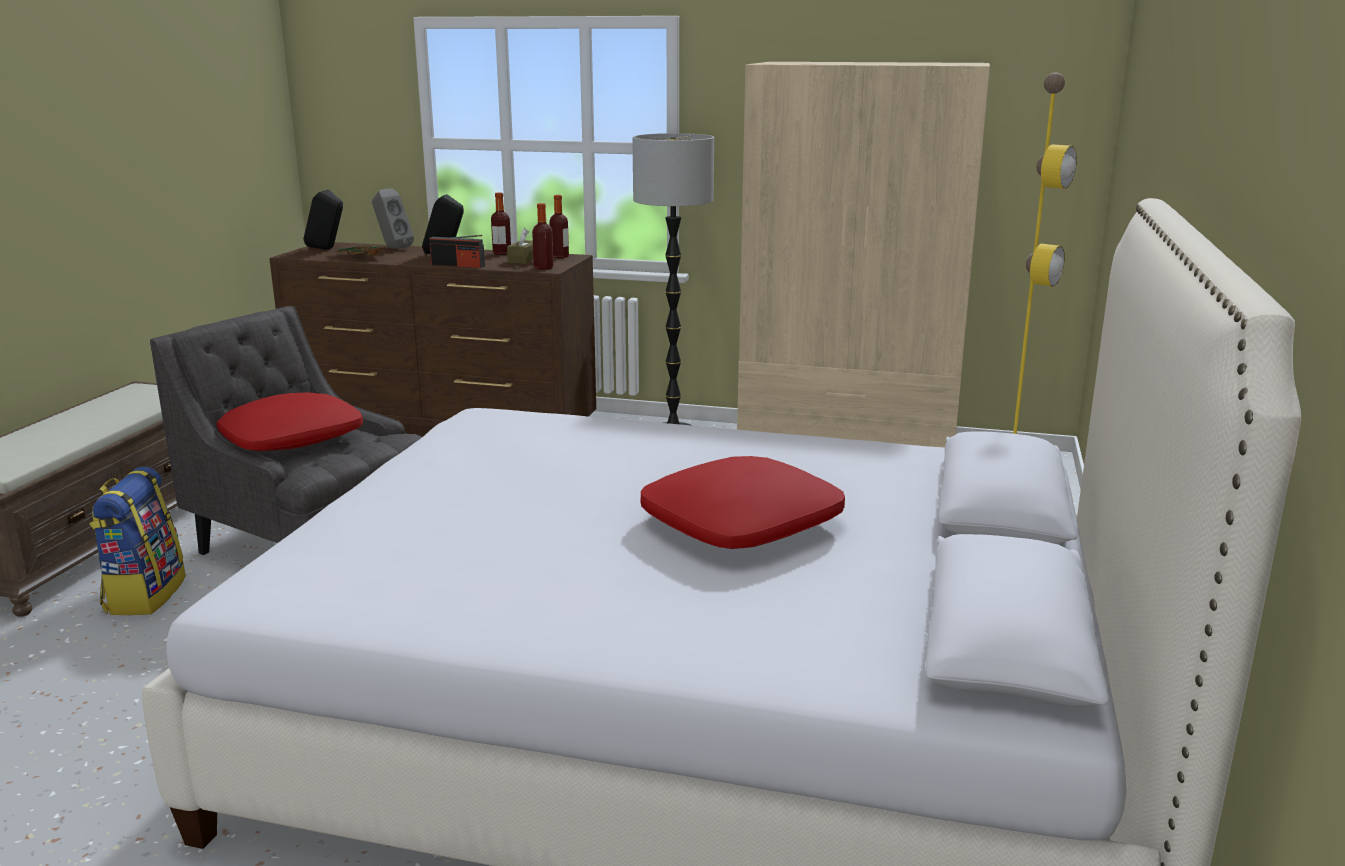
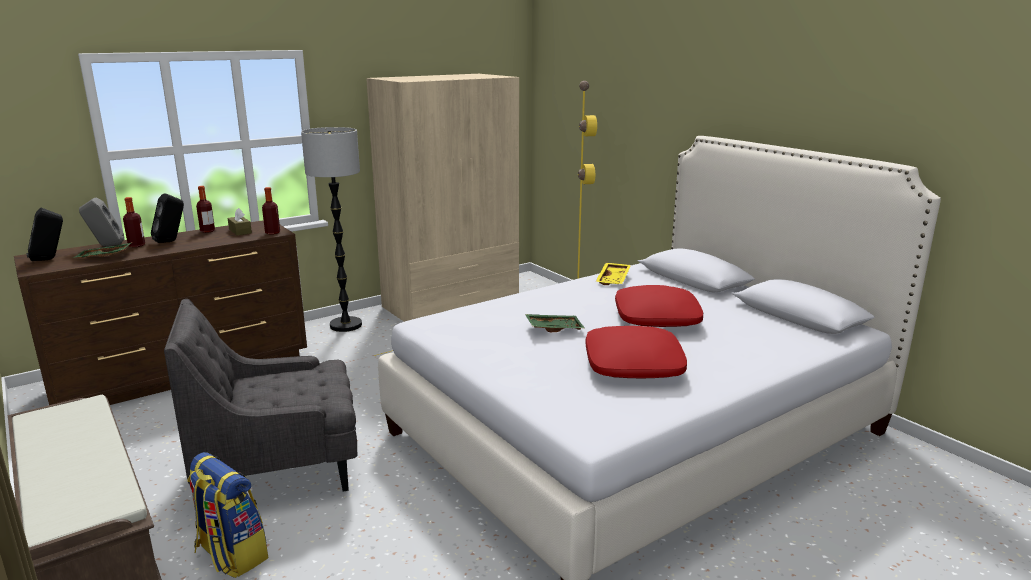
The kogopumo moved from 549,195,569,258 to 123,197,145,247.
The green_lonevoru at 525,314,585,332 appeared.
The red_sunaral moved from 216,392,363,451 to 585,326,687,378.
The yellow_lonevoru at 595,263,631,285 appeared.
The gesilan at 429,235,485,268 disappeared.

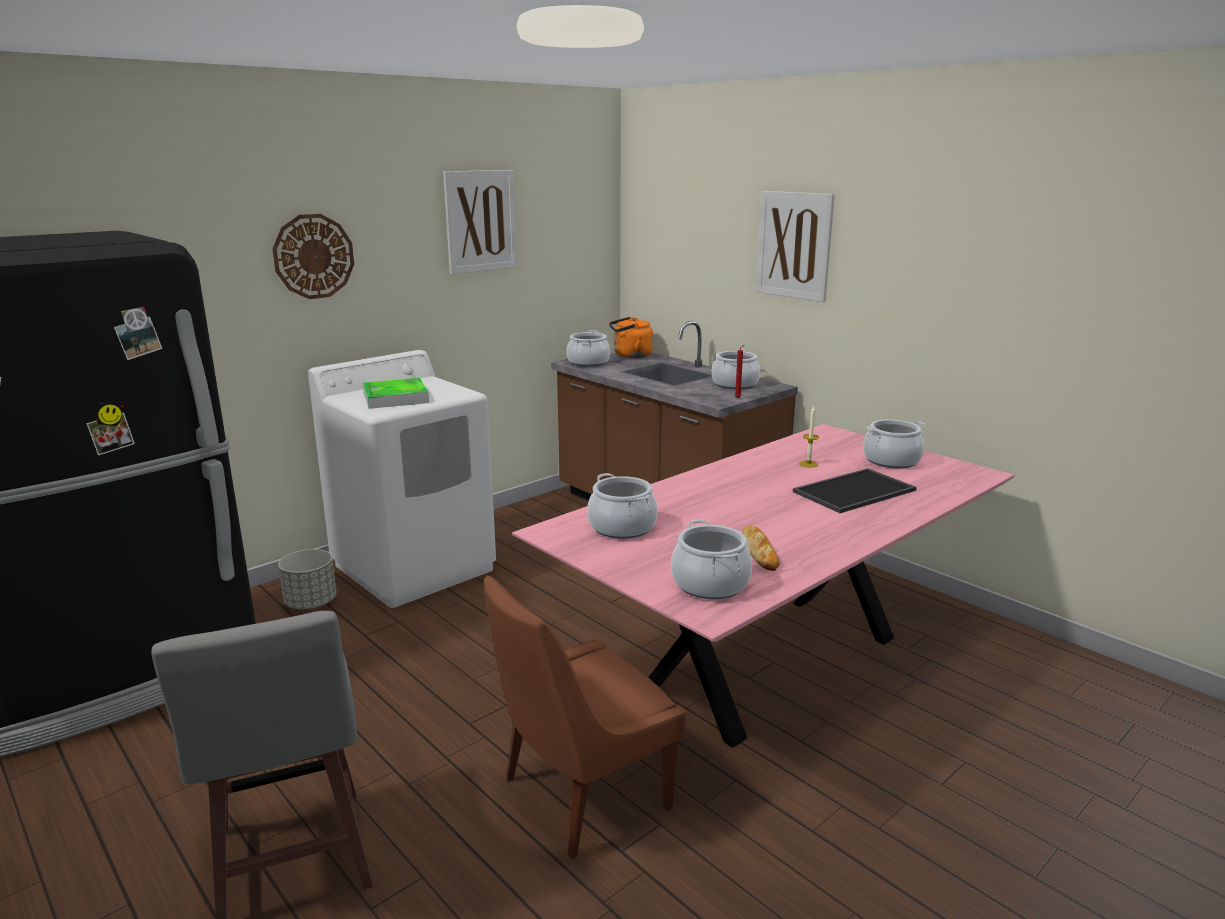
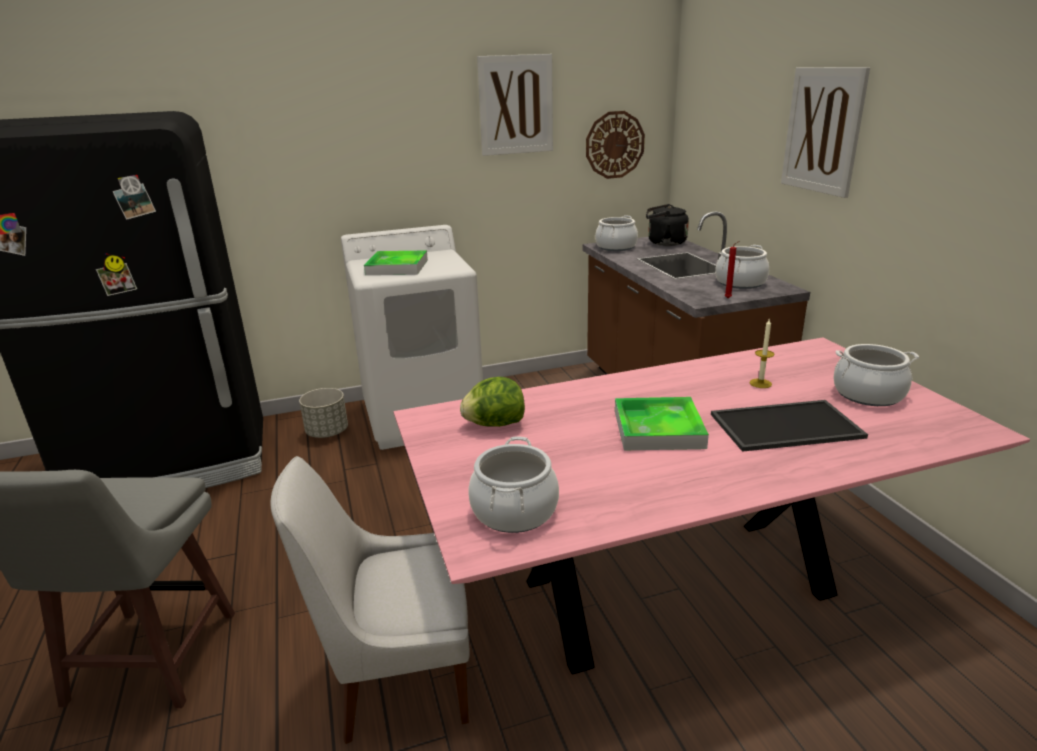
The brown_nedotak at 484,575,686,859 became the white_nedotak at 270,456,470,744.
The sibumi at 587,473,658,539 was replaced by the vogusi at 460,377,525,427.
The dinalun moved from 272,214,354,299 to 586,111,645,179.
The lonevoru at 615,397,709,451 appeared.
The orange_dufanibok at 609,317,653,358 became the black_dufanibok at 646,204,689,246.
The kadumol at 742,526,780,571 disappeared.

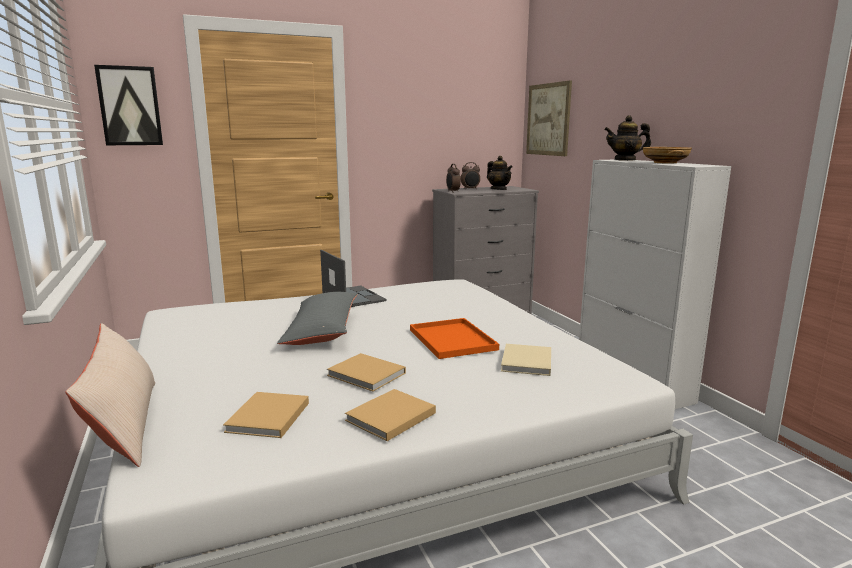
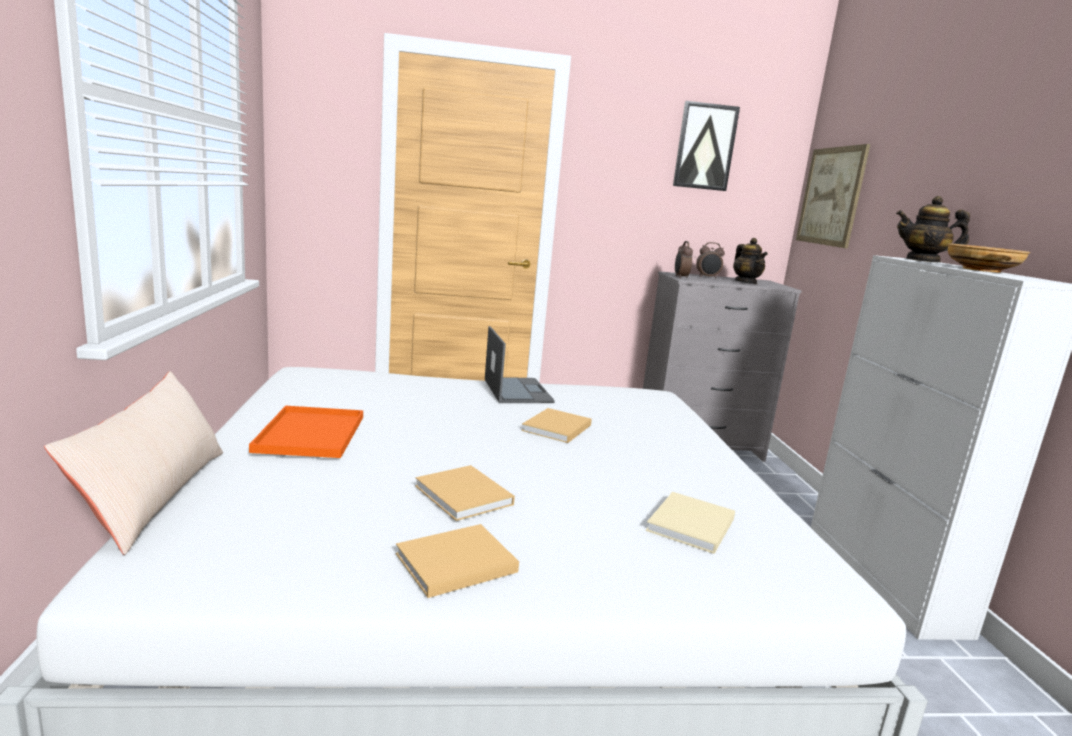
The orange_lonevoru moved from 410,318,499,359 to 249,406,363,458.
The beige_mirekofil moved from 223,392,309,438 to 521,408,592,443.
The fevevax moved from 94,65,163,145 to 673,101,740,191.
The grey_sunaral at 277,292,358,345 disappeared.

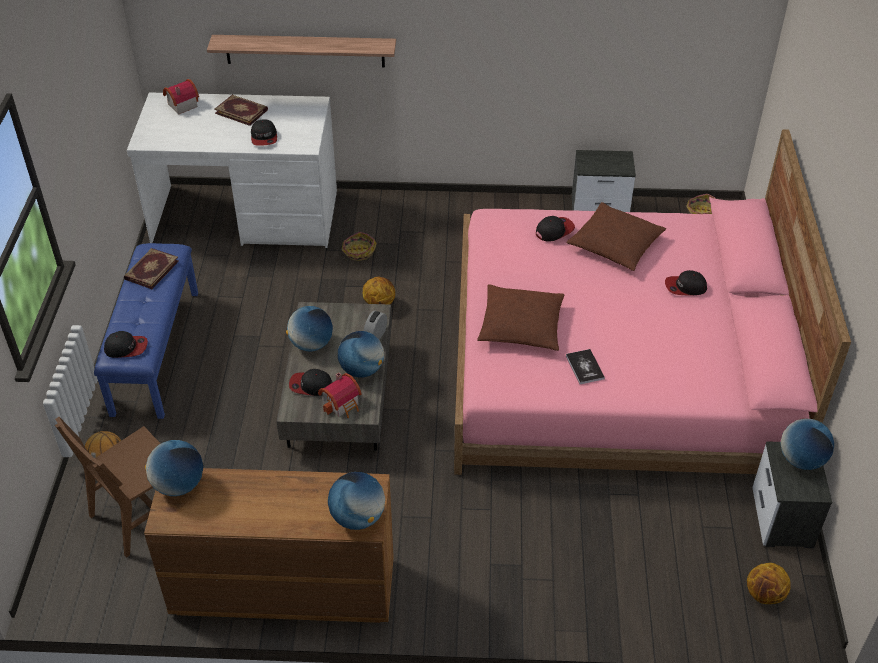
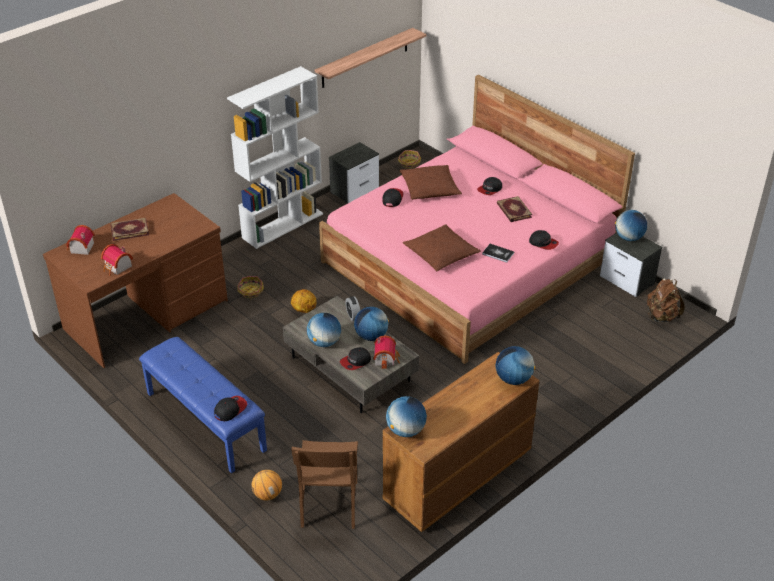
The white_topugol at 127,92,337,248 became the brown_topugol at 43,193,228,368.
The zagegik at 101,244,133,276 appeared.
The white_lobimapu at 227,66,323,249 appeared.
The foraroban moved from 207,35,396,67 to 315,28,427,88.
The mirekofil moved from 124,248,179,289 to 497,196,532,222.
The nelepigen moved from 251,119,277,146 to 529,230,559,250.
The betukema at 747,563,791,604 was replaced by the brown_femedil at 647,279,685,322.

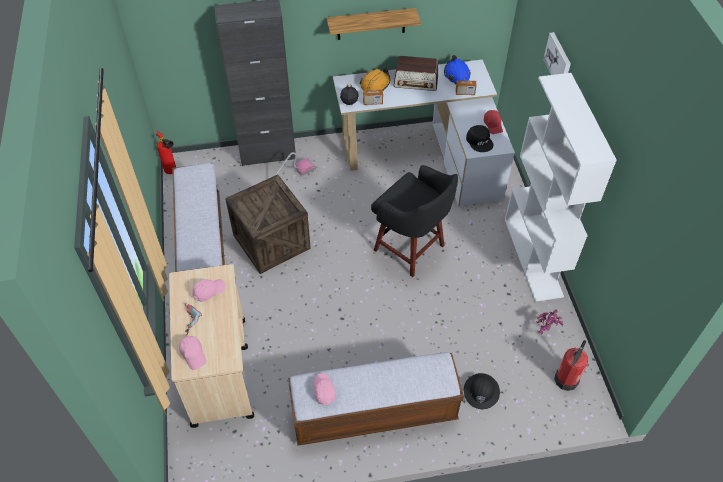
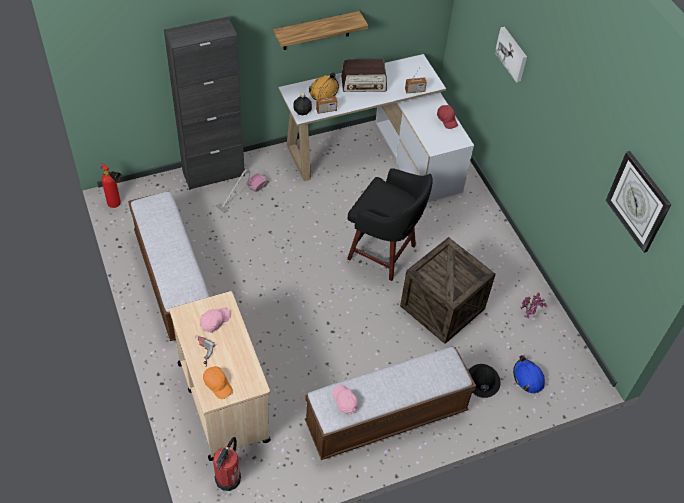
The pink_nelepigen at 179,336,206,370 became the orange_nelepigen at 203,366,233,399.
The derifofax moved from 554,340,588,391 to 213,437,241,491.
The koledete moved from 225,175,311,274 to 400,237,496,344.
The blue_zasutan moved from 444,55,471,84 to 513,355,545,393.
The dinalun at 606,151,672,253 appeared.
The black_nelepigen at 466,125,493,152 disappeared.
The white_lobimapu at 505,73,617,302 disappeared.

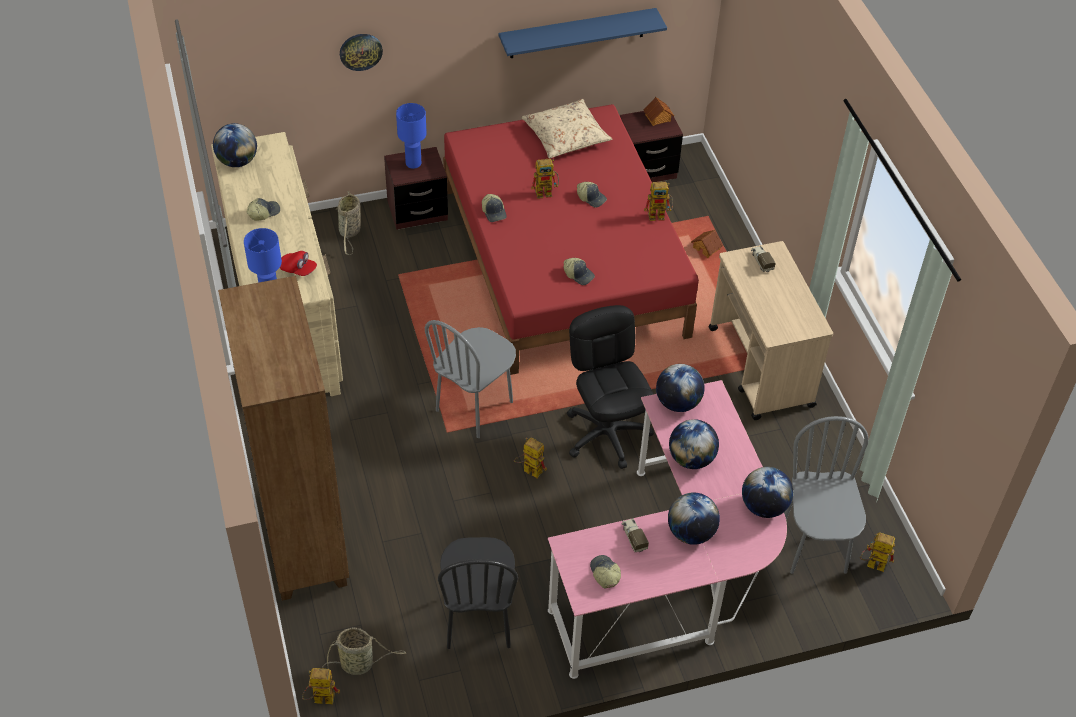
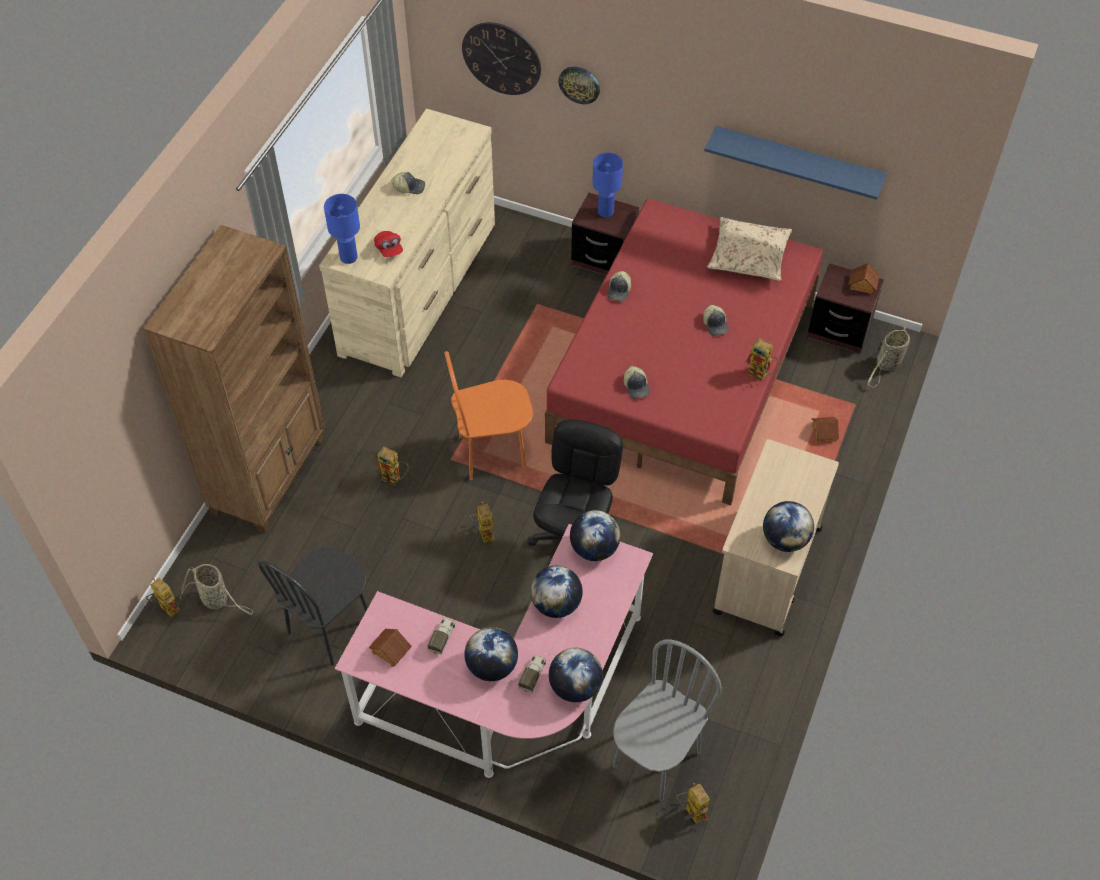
The nelepigen at 590,555,621,588 was replaced by the zagegik at 369,629,412,667.
The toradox moved from 531,159,559,199 to 376,447,409,486.
The grey_nedotak at 425,320,516,438 became the orange_nedotak at 445,351,533,480.
The dinalun at 462,22,541,95 appeared.
The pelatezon moved from 751,246,776,272 to 518,654,546,693.
The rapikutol moved from 213,123,257,167 to 763,501,814,552.
The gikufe moved from 335,191,361,255 to 867,326,910,387.

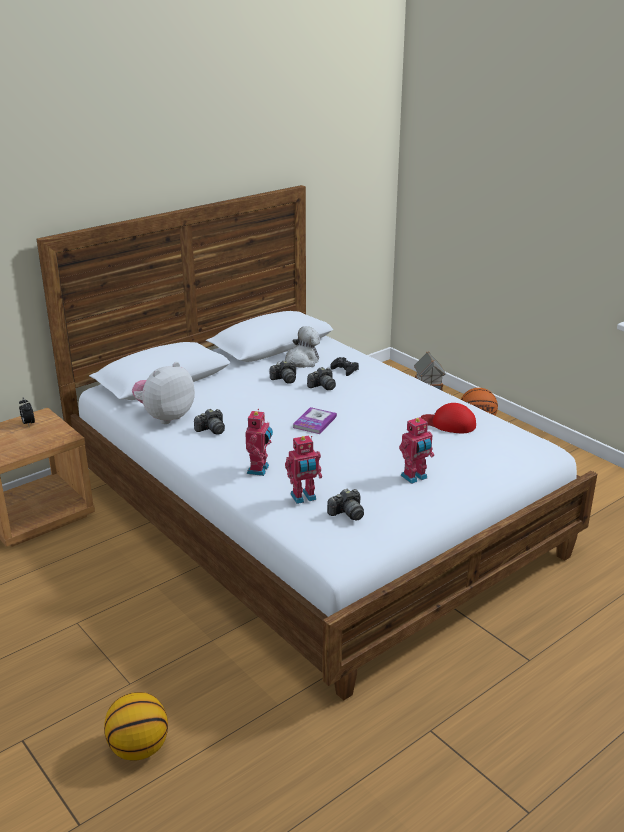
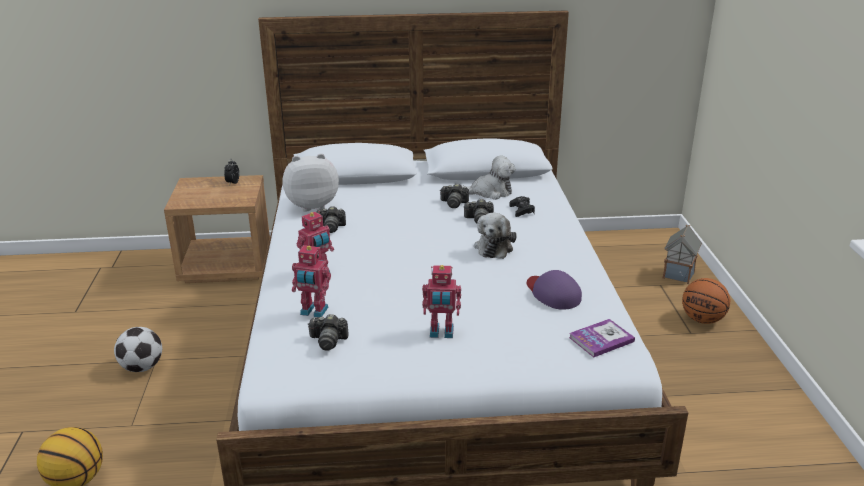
The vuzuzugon at 114,327,162,372 appeared.
The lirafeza at 474,213,517,259 appeared.
The red_nelepigen at 421,403,476,433 became the purple_nelepigen at 527,270,582,310.
The mirekofil moved from 293,407,337,434 to 569,319,635,357.

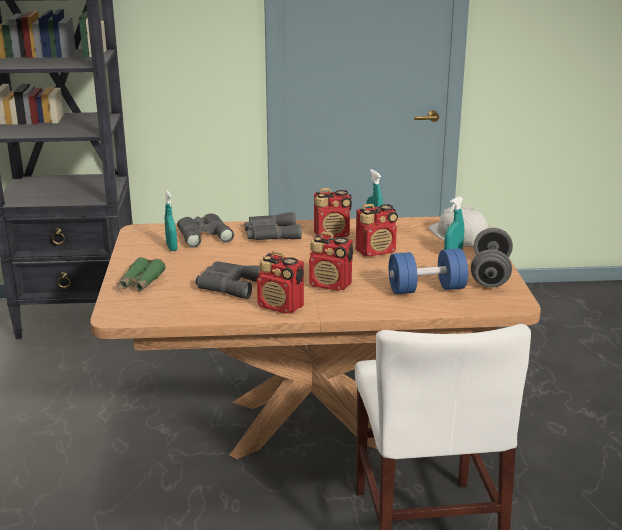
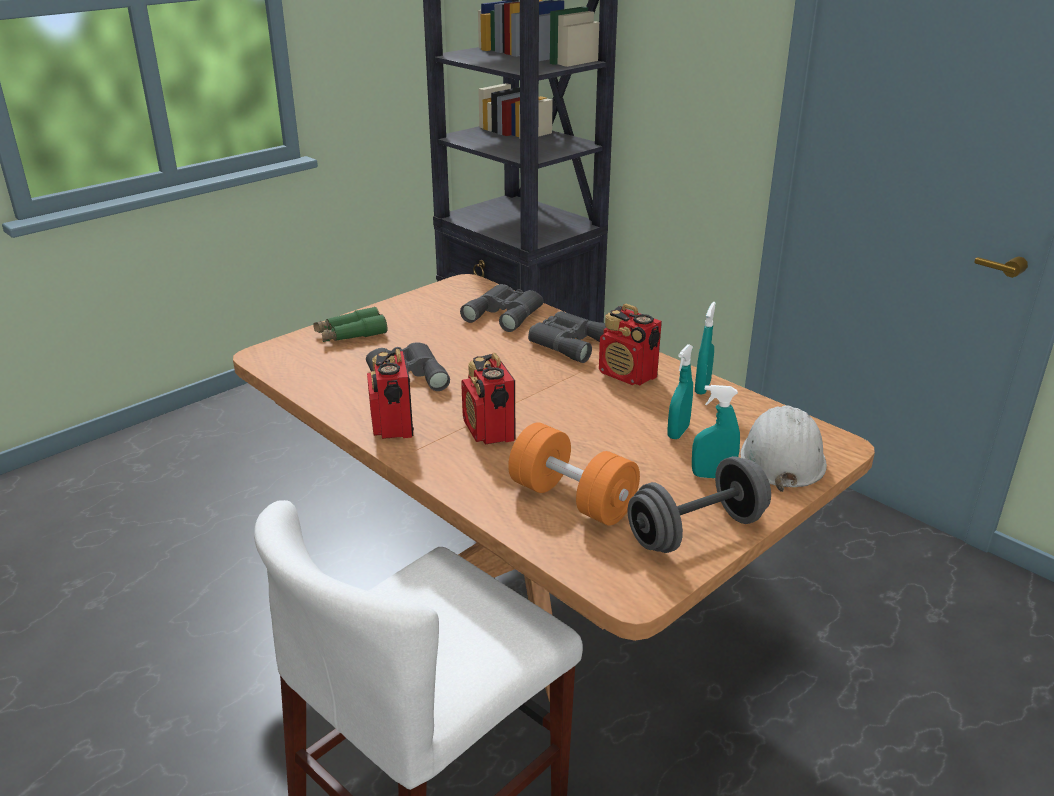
The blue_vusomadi at 389,248,468,294 became the orange_vusomadi at 508,422,640,526.
The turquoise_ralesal moved from 165,191,177,251 to 667,344,693,439.
The gesilan at 356,204,398,257 disappeared.

